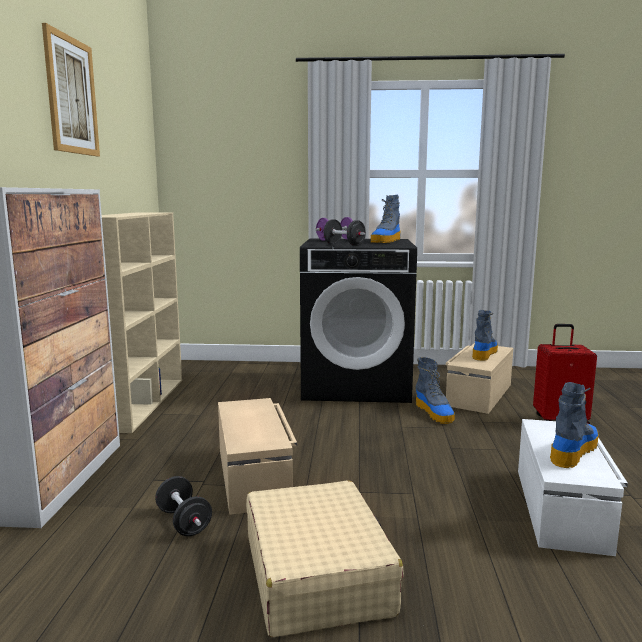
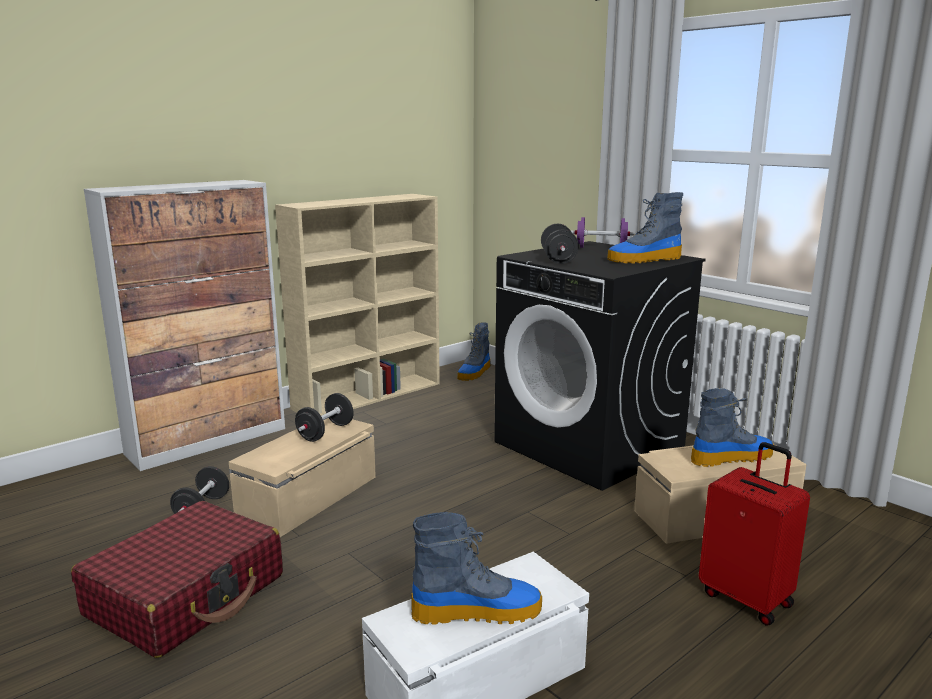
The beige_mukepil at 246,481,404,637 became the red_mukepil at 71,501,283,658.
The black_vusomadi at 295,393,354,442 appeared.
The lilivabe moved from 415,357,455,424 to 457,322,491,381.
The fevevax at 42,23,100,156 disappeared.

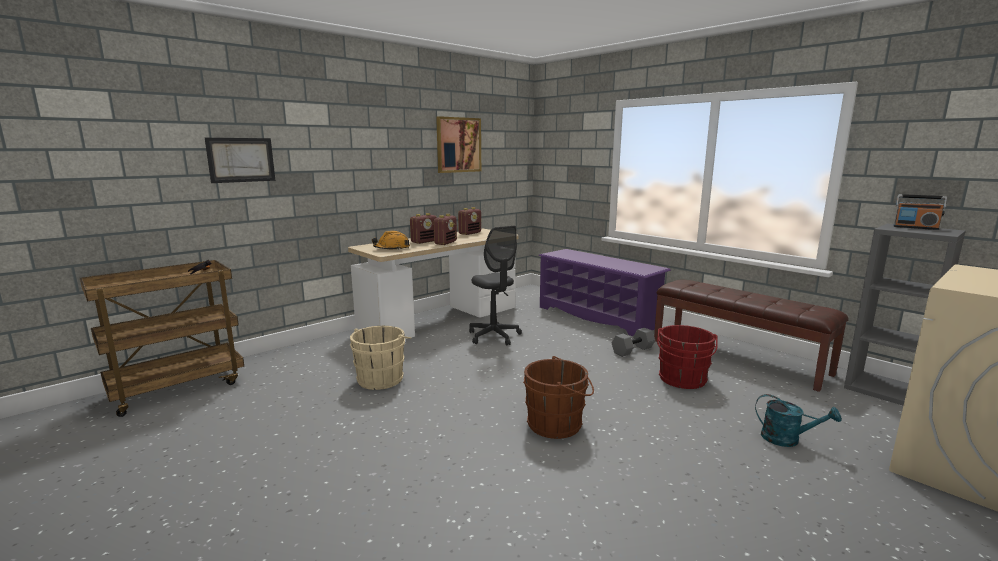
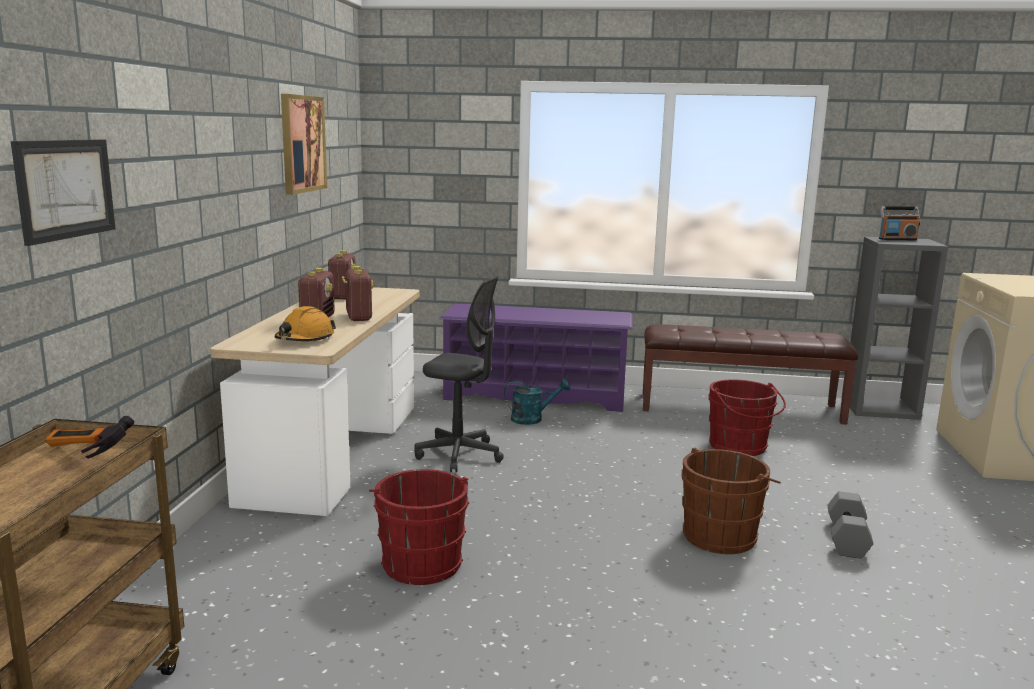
The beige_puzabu at 350,326,411,390 became the red_puzabu at 369,469,469,585.
The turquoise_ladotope moved from 755,394,842,447 to 504,379,570,425.
The grey_vusomadi moved from 612,328,655,357 to 828,491,873,559.

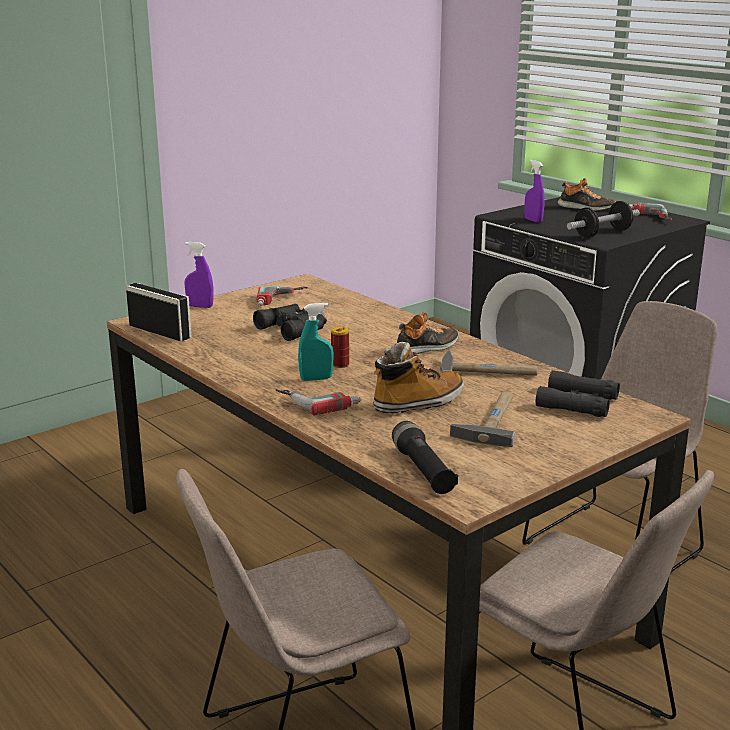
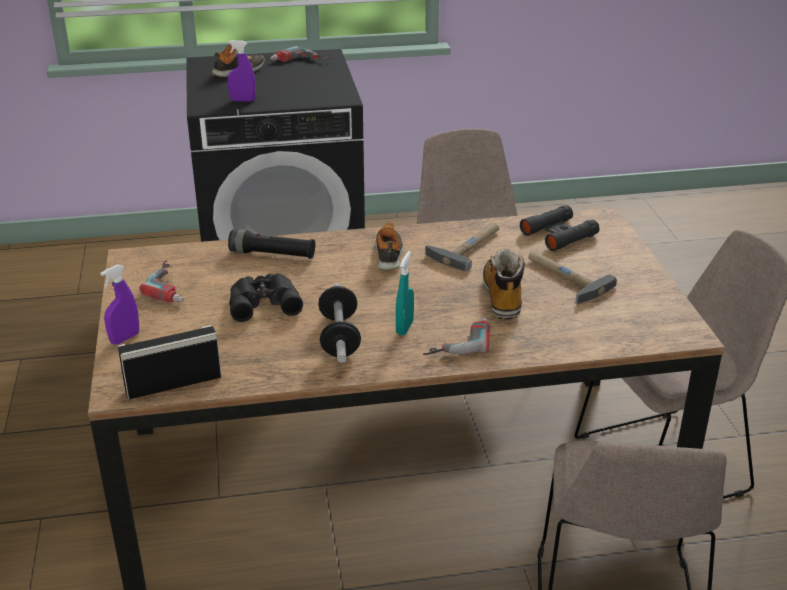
The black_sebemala moved from 392,421,458,494 to 228,229,316,259.
The vusomadi moved from 567,201,640,238 to 318,283,361,363.
The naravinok at 331,327,349,368 disappeared.

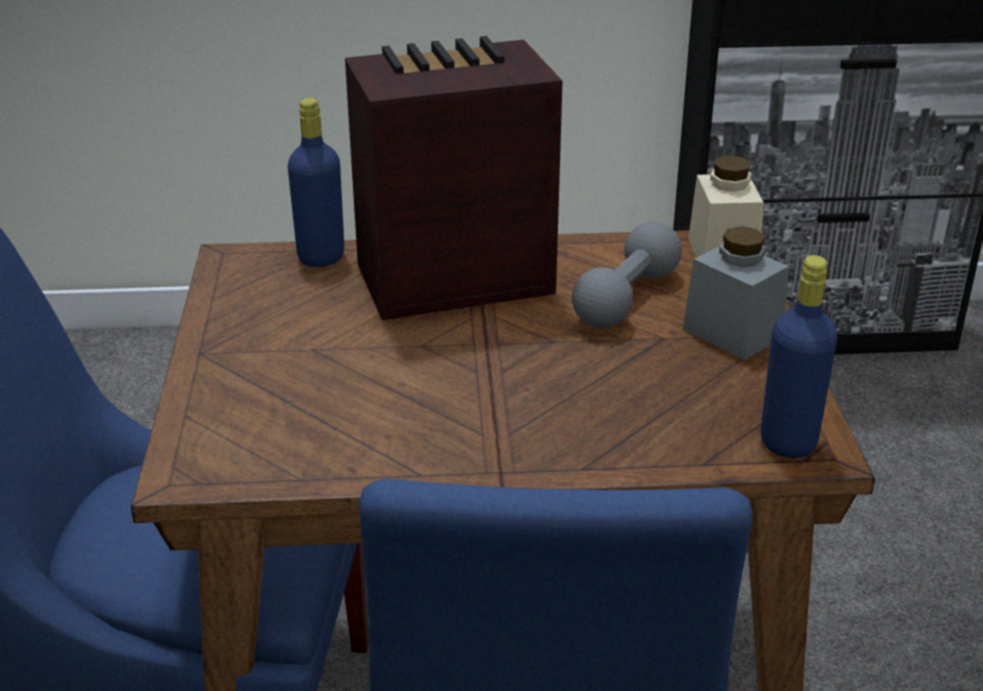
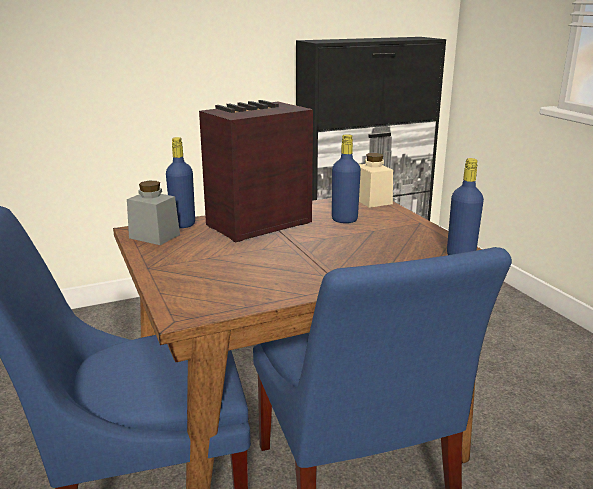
The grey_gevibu moved from 683,226,789,361 to 127,181,180,245.
The grey_vusomadi at 572,221,682,328 was replaced by the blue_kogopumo at 332,134,361,223.

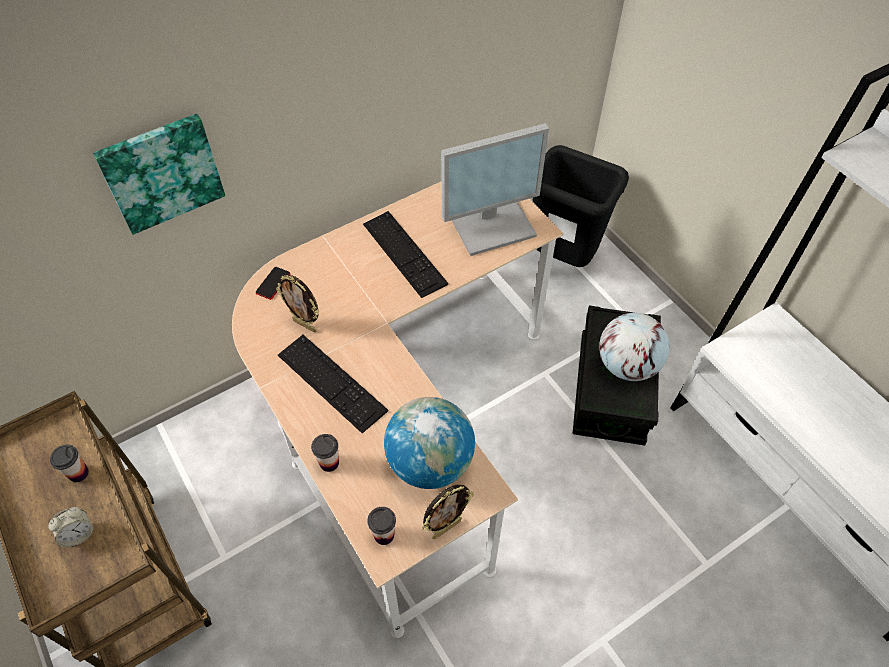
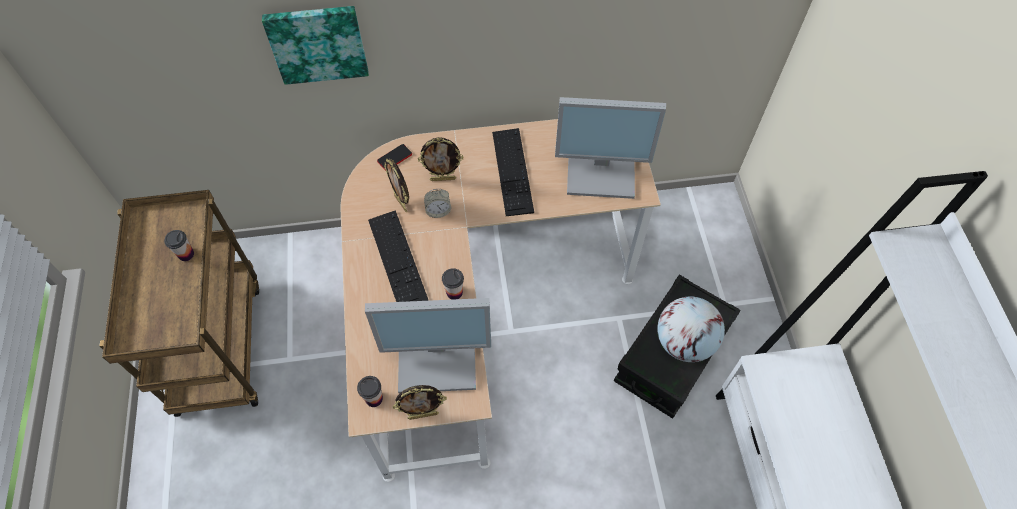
The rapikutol at 384,397,475,489 was replaced by the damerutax at 365,298,491,393.
The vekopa at 418,137,463,181 appeared.
The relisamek moved from 48,507,94,547 to 424,189,451,218.
The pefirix moved from 311,434,339,472 to 442,268,464,300.
The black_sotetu at 533,145,629,267 disappeared.

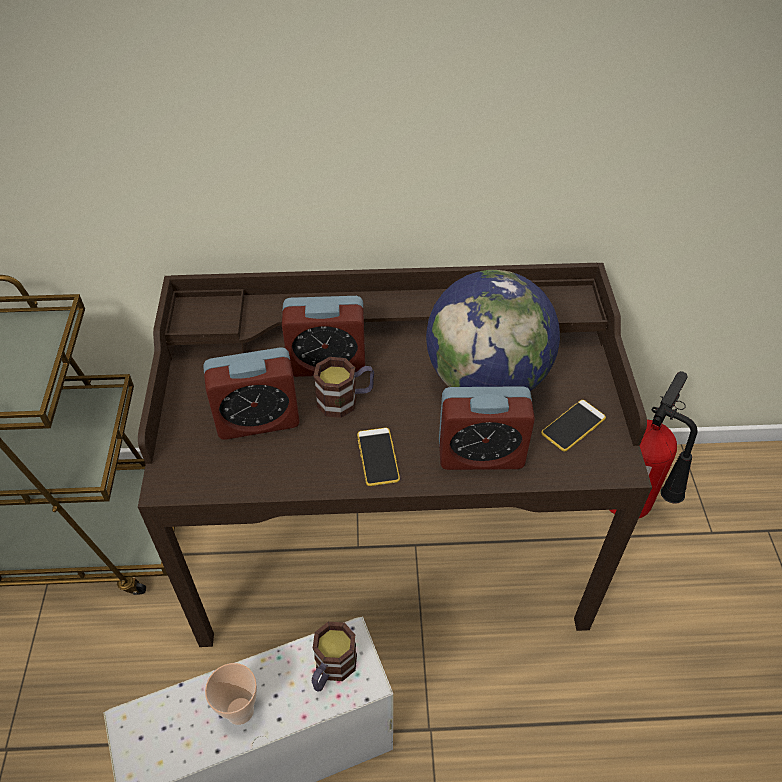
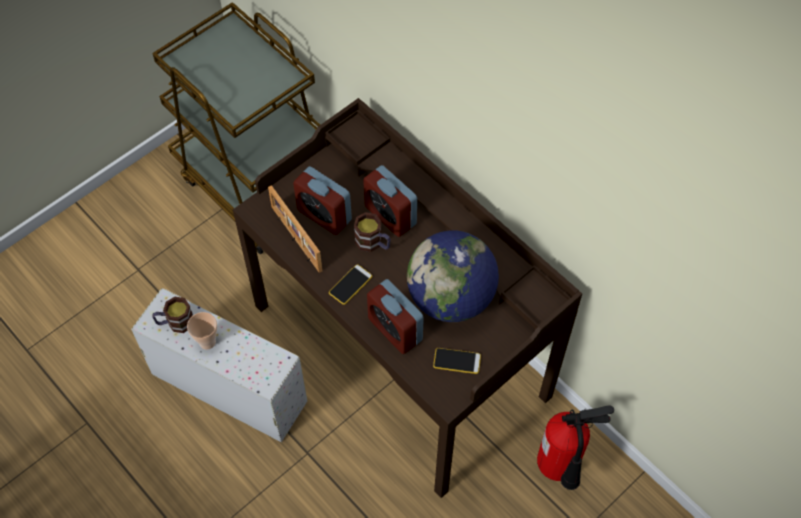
The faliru moved from 312,622,357,692 to 152,297,193,333.
The vekopa at 268,185,322,273 appeared.

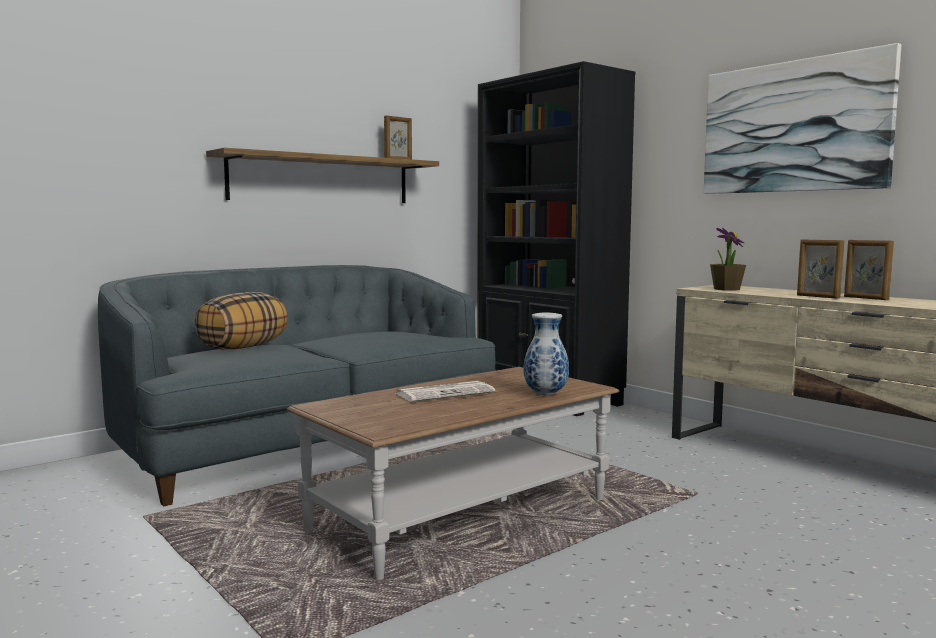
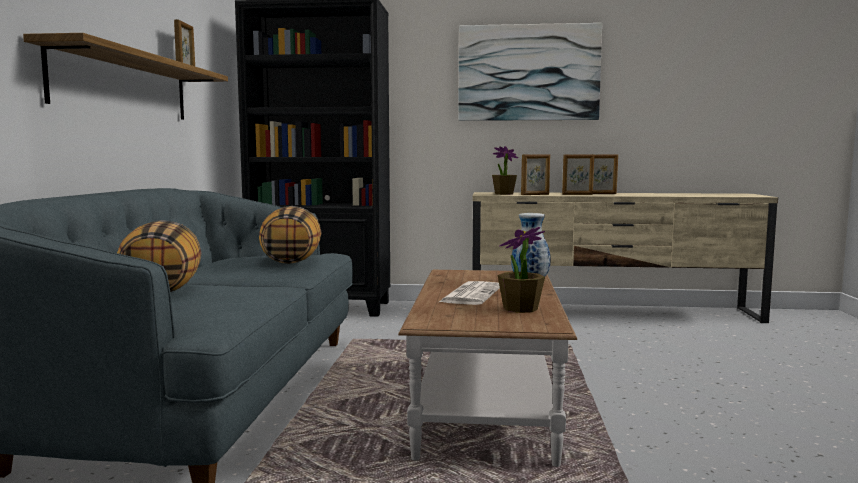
The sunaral at 259,206,321,264 appeared.
The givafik at 498,227,545,313 appeared.
The vekopa at 521,154,550,195 appeared.

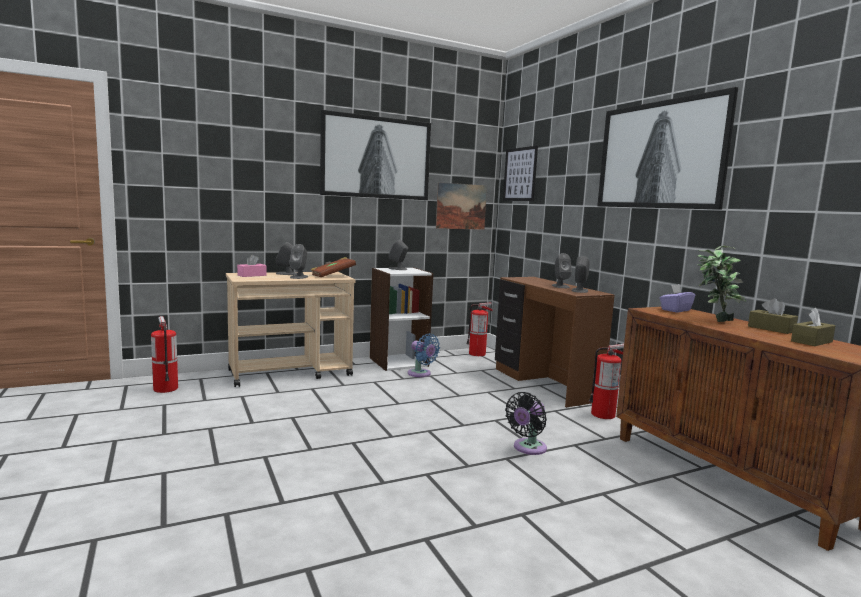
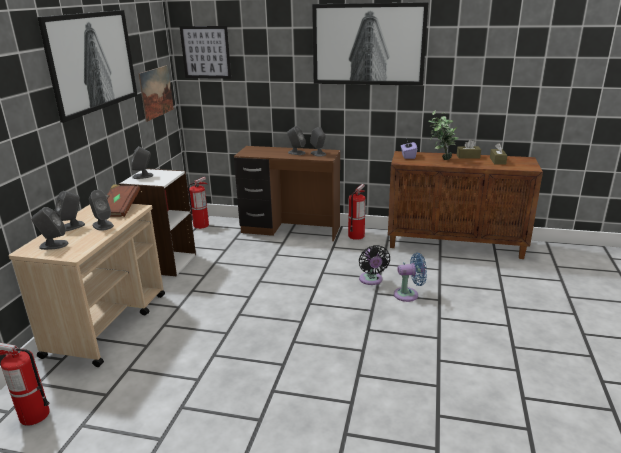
The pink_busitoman at 237,255,266,277 was replaced by the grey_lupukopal at 31,207,68,250.
The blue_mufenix moved from 408,333,440,377 to 394,253,427,302.

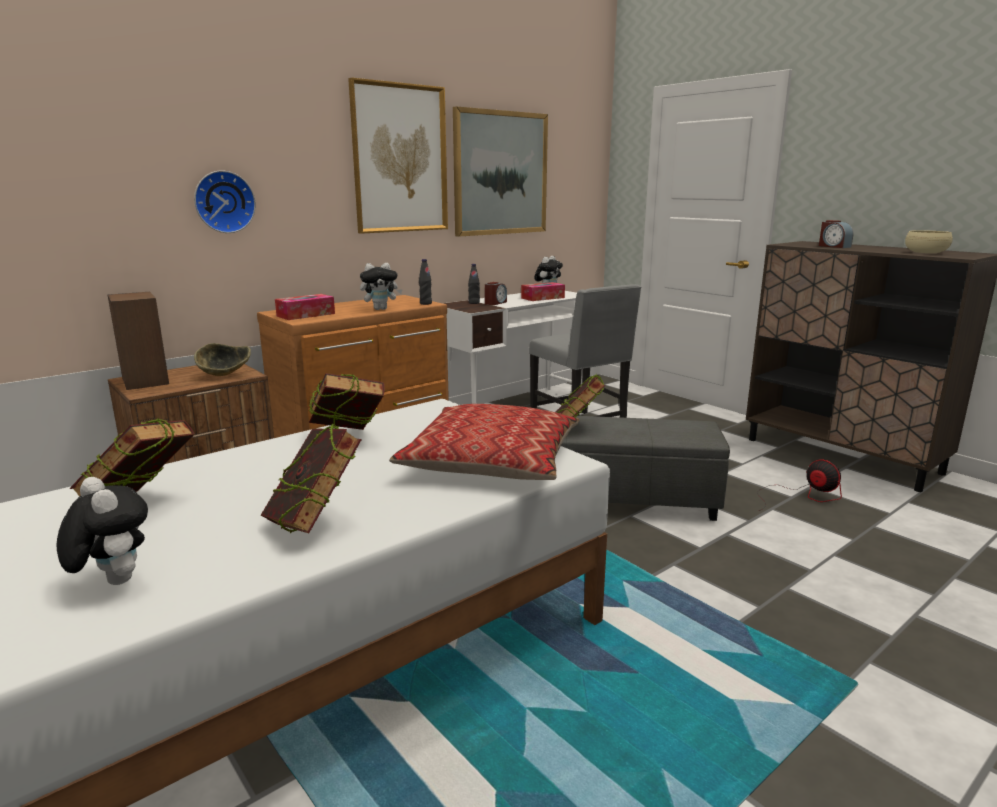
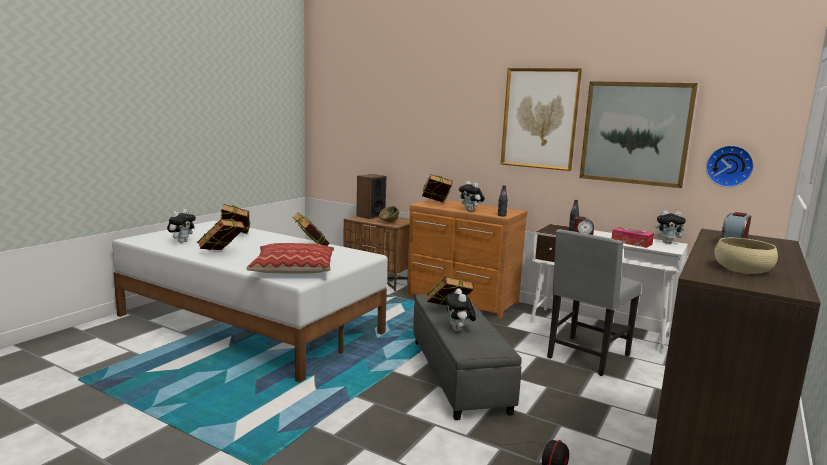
The busitoman at 275,294,335,320 was replaced by the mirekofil at 422,174,453,202.
The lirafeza at 445,288,476,331 appeared.
The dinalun moved from 194,170,256,233 to 706,145,754,187.

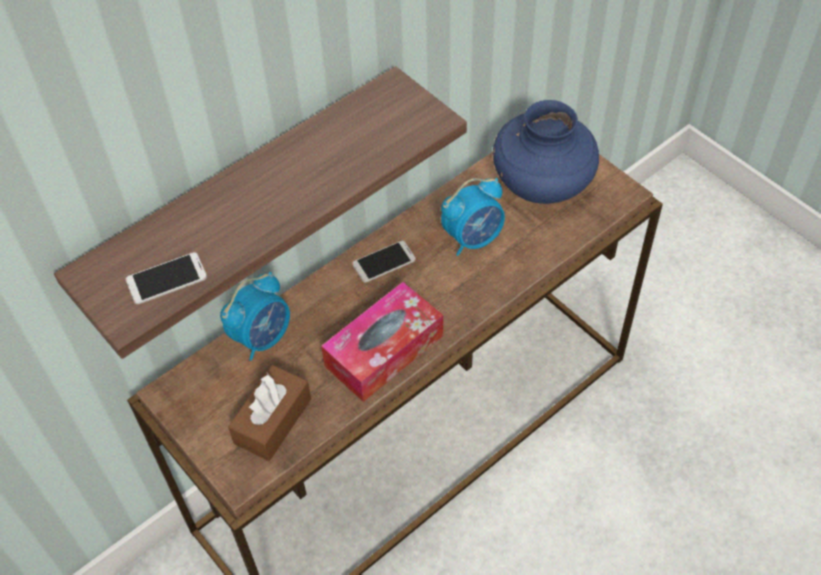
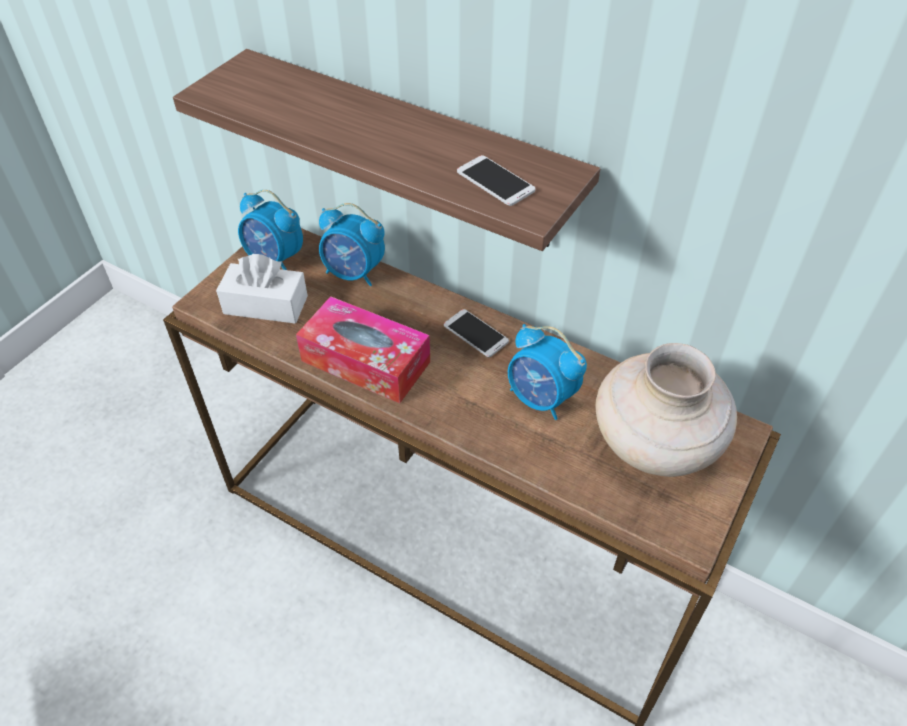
The brown_busitoman at 228,365,311,461 became the white_busitoman at 216,254,308,324.
The relisamek at 238,190,303,270 appeared.
The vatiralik moved from 126,252,207,304 to 457,155,536,206.
The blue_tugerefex at 493,100,599,204 became the beige_tugerefex at 595,343,737,477.

